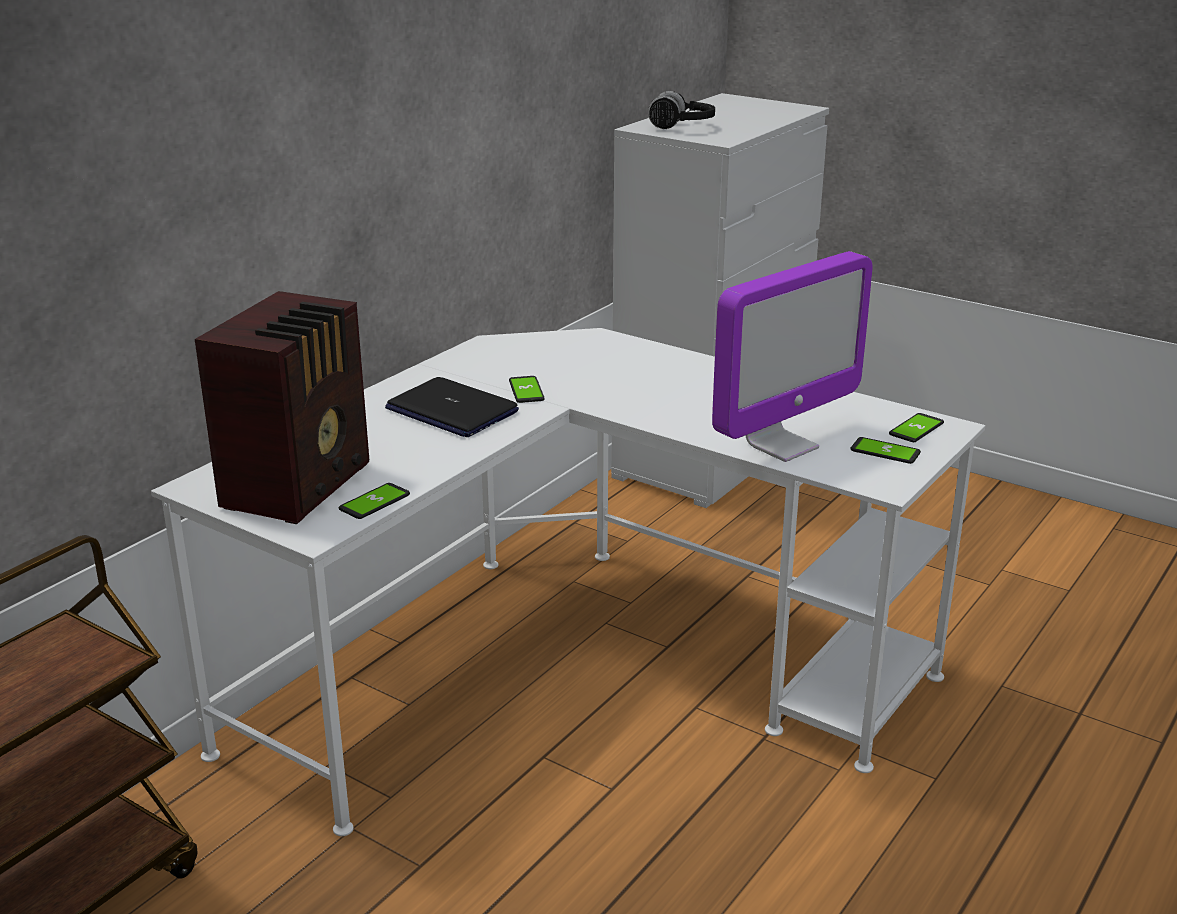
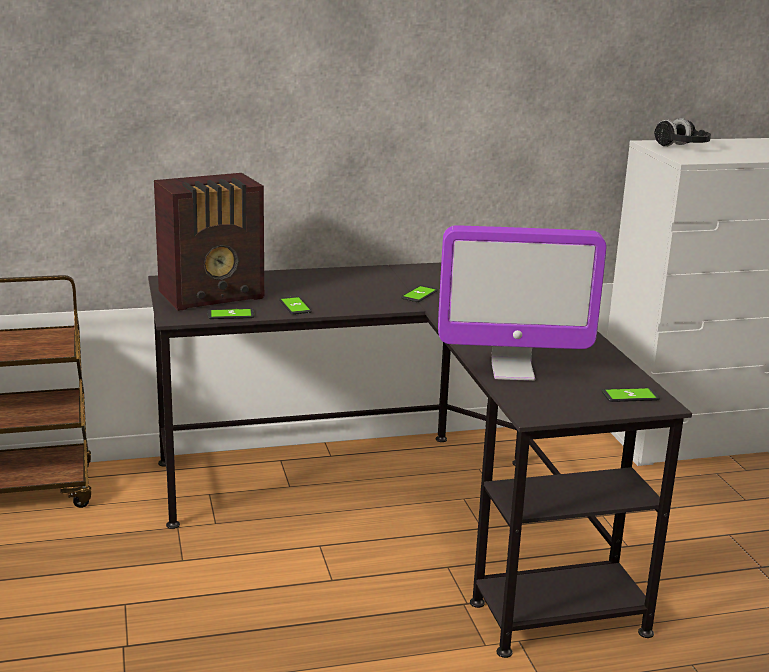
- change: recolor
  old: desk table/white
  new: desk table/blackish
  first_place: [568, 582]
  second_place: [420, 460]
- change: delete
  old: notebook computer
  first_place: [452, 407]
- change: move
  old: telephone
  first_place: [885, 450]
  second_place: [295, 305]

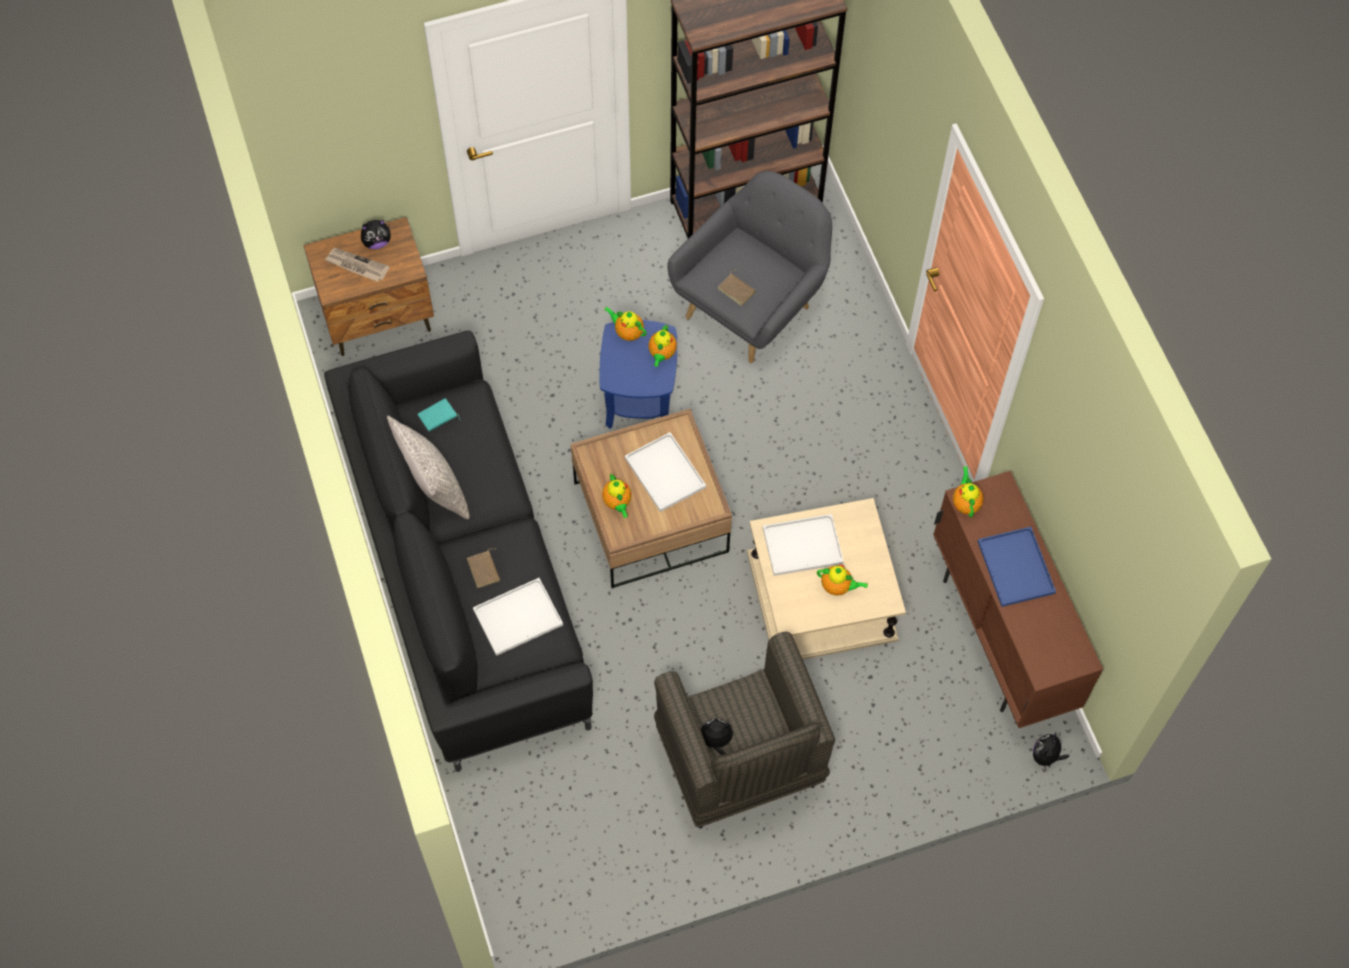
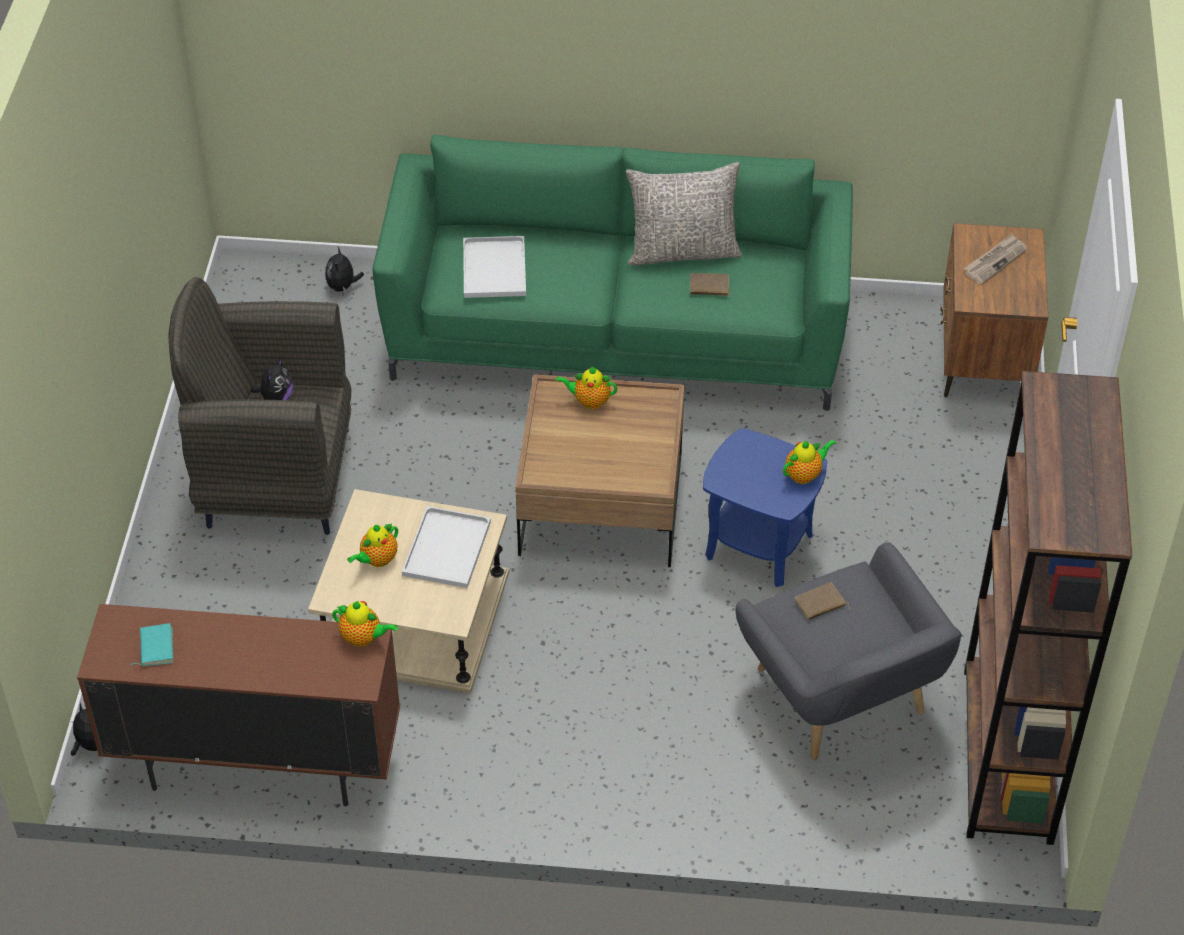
- change: move
  old: cuddly toy
  first_place: [376, 234]
  second_place: [344, 270]
- change: delete
  old: pot for tea
  first_place: [662, 346]
- change: recolor
  old: sofa/blackish
  new: sofa/green-coloured
  first_place: [458, 551]
  second_place: [612, 273]
- change: move
  old: book/blue-green
  first_place: [439, 415]
  second_place: [152, 644]
- change: delete
  old: tray/white
  first_place: [665, 472]
- change: delete
  old: tray/blue
  first_place: [1017, 567]
- change: move
  old: book/brown
  first_place: [483, 568]
  second_place: [710, 285]

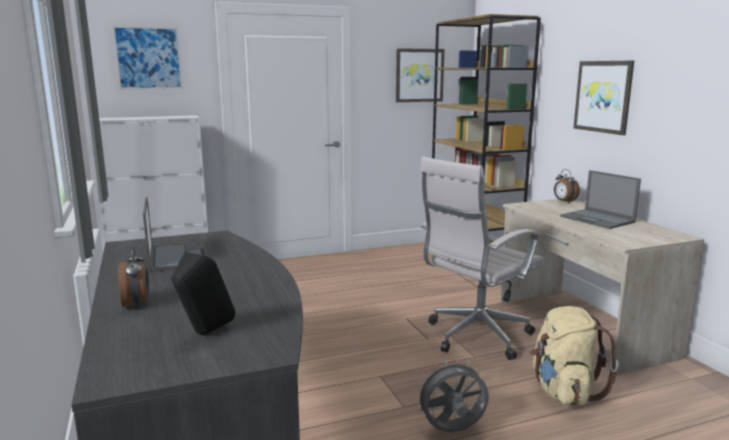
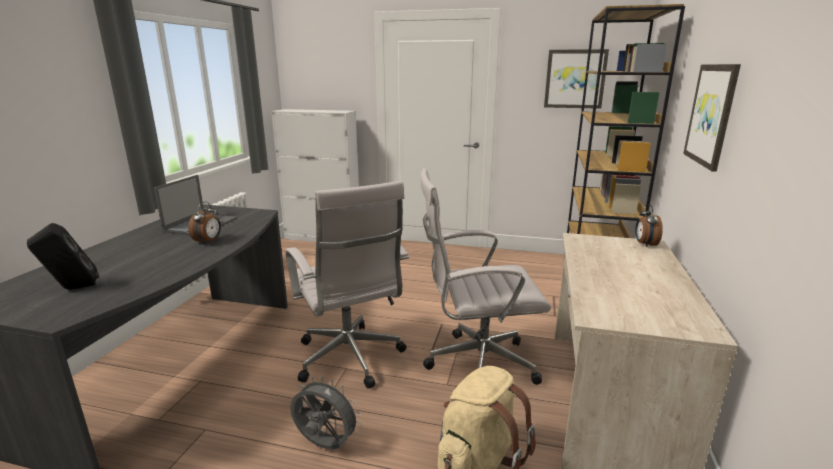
- change: delete
  old: wall picture
  first_place: [147, 57]
- change: delete
  old: notebook computer
  first_place: [600, 199]
- change: move
  old: alarm clock
  first_place: [133, 278]
  second_place: [204, 223]
- change: insert
  new: computer chair/white
  second_place: [347, 285]

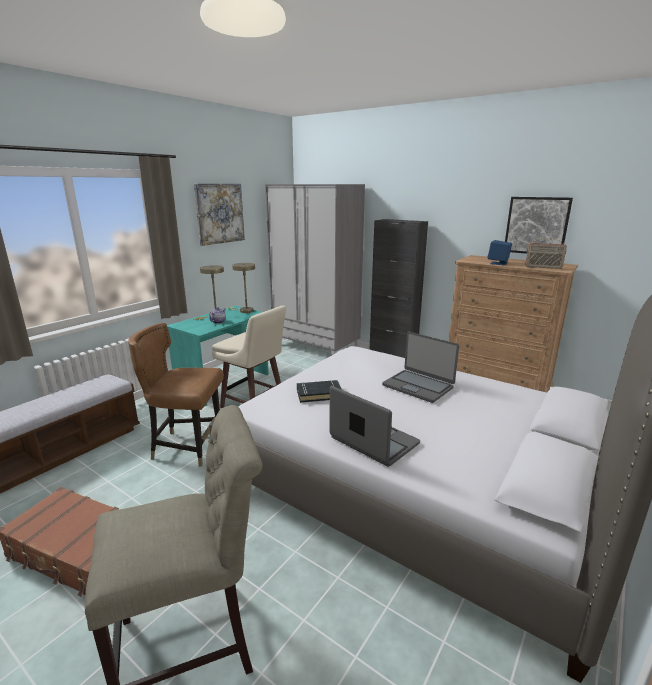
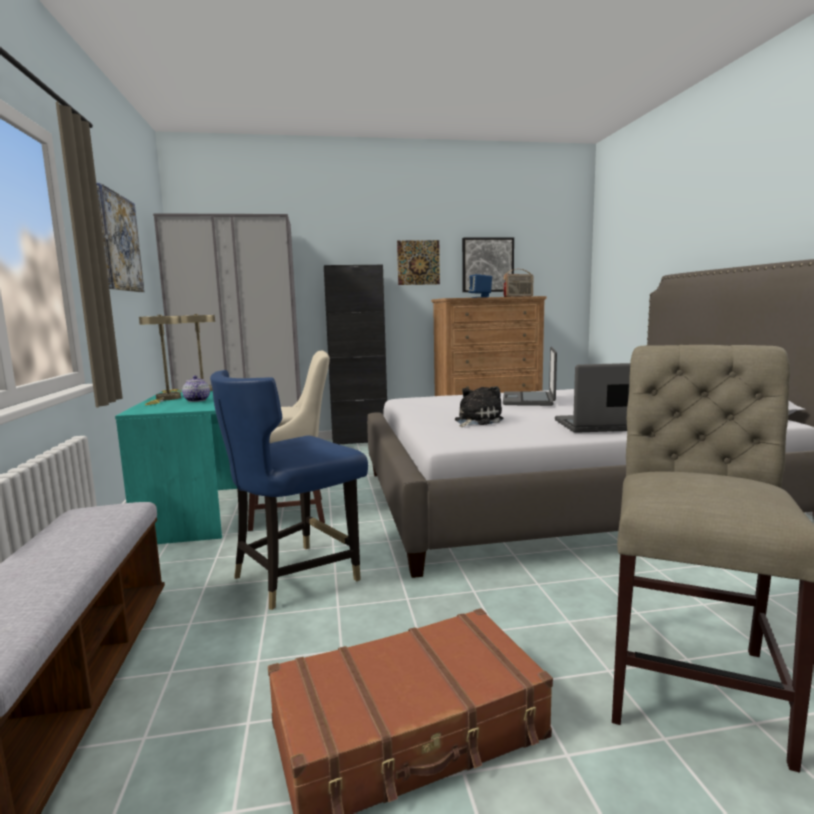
- change: recolor
  old: chair/brown
  new: chair/blue
  first_place: [176, 395]
  second_place: [289, 490]
- change: rotate
  old: notebook computer
  first_place: [420, 367]
  second_place: [530, 376]
  degrees: 105
- change: replace
  old: book/blackish
  new: cuddly toy
  first_place: [319, 391]
  second_place: [479, 406]
- change: insert
  new: wall picture
  second_place: [418, 262]

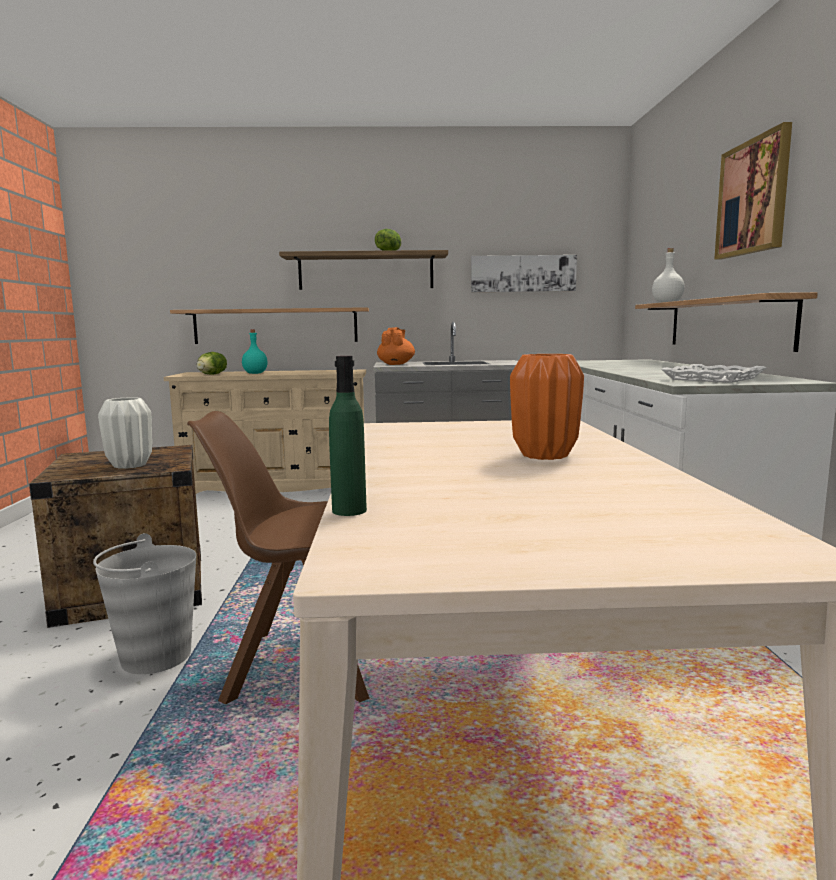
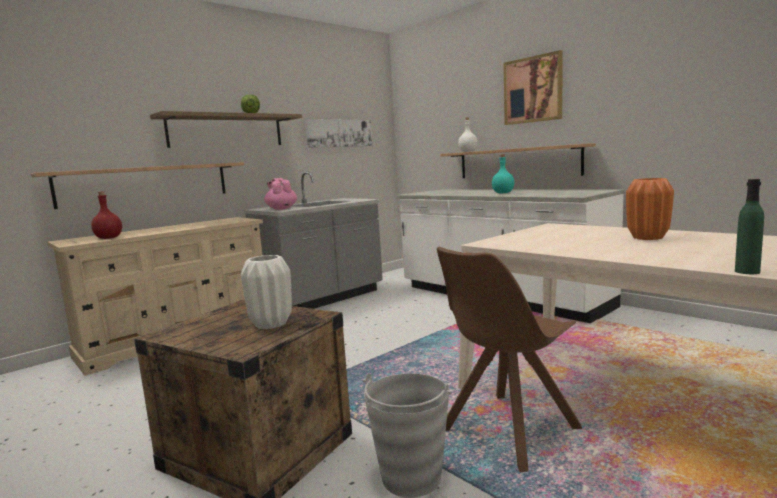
- change: recolor
  old: pot for tea/orange-coloured
  new: pot for tea/pink-coloured
  first_place: [396, 346]
  second_place: [280, 194]
- change: move
  old: drink bottle/blue-green
  first_place: [255, 351]
  second_place: [503, 173]
- change: replace
  old: lettuce head
  new: drink bottle/reddish
  first_place: [212, 363]
  second_place: [106, 215]
- change: delete
  old: tray/white
  first_place: [713, 373]

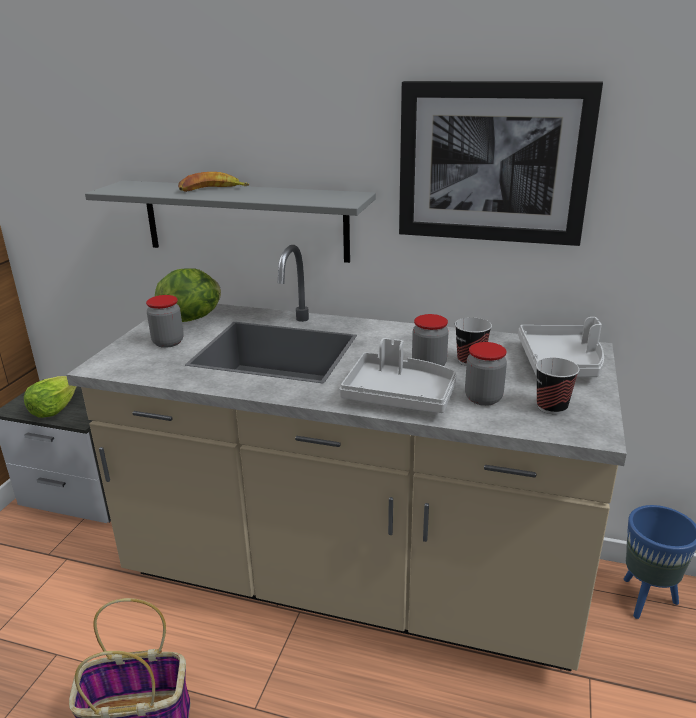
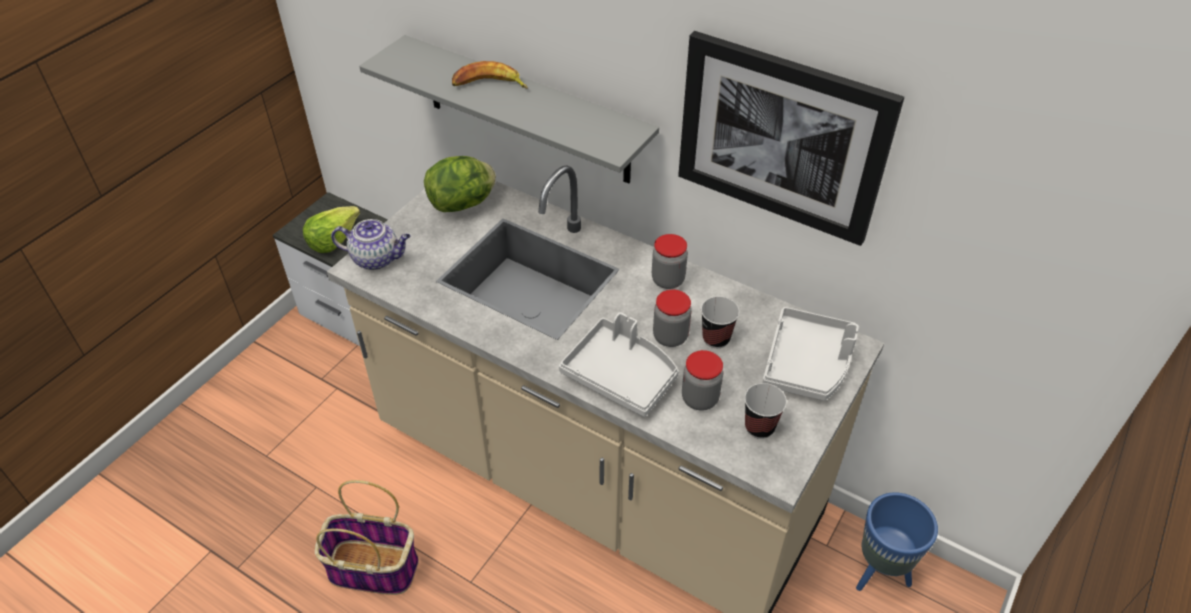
- change: move
  old: storage jar
  first_place: [165, 321]
  second_place: [670, 261]
- change: insert
  new: pot for tea
  second_place: [371, 244]

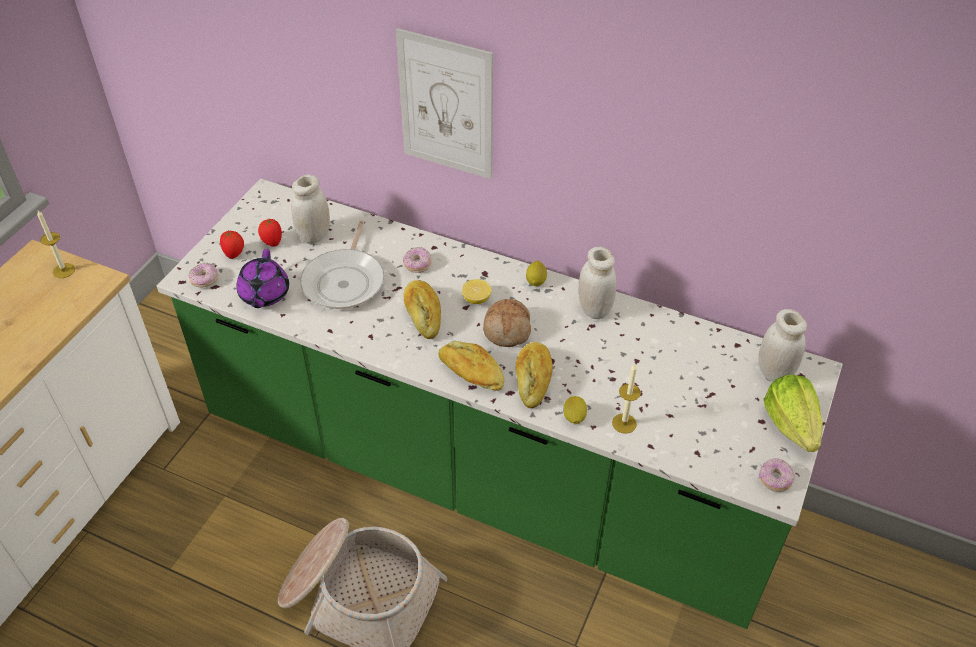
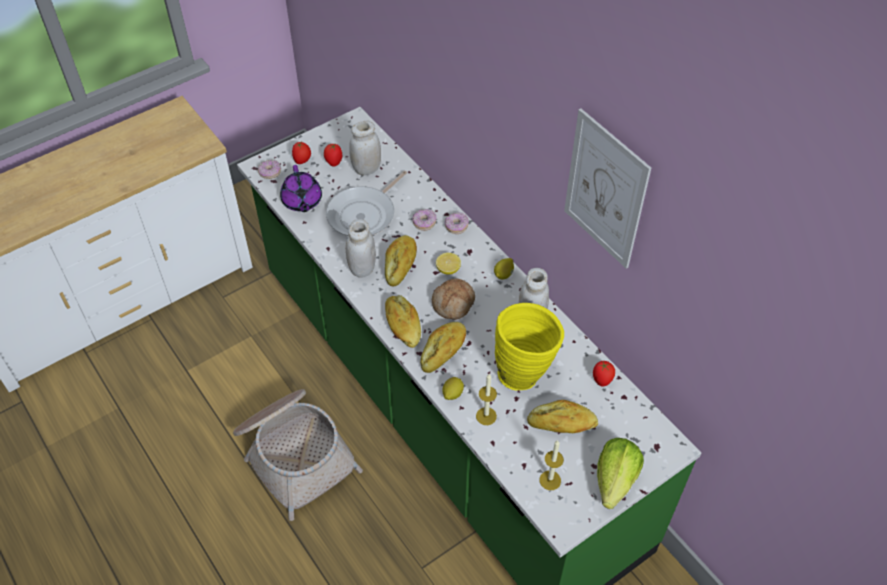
- change: move
  old: wall picture
  first_place: [444, 103]
  second_place: [607, 188]
- change: move
  old: wax light
  first_place: [56, 244]
  second_place: [551, 465]
- change: rotate
  old: pot for tea/purplish
  first_place: [262, 278]
  second_place: [301, 188]
  degrees: -45
- change: move
  old: storage jar/white
  first_place: [783, 345]
  second_place: [361, 248]
- change: move
  old: ring doughnut
  first_place: [776, 475]
  second_place: [457, 223]
- change: insert
  new: vase/yellowish
  second_place: [529, 346]
- change: insert
  new: tomato
  second_place: [604, 373]
- change: insert
  new: bread
  second_place: [562, 416]

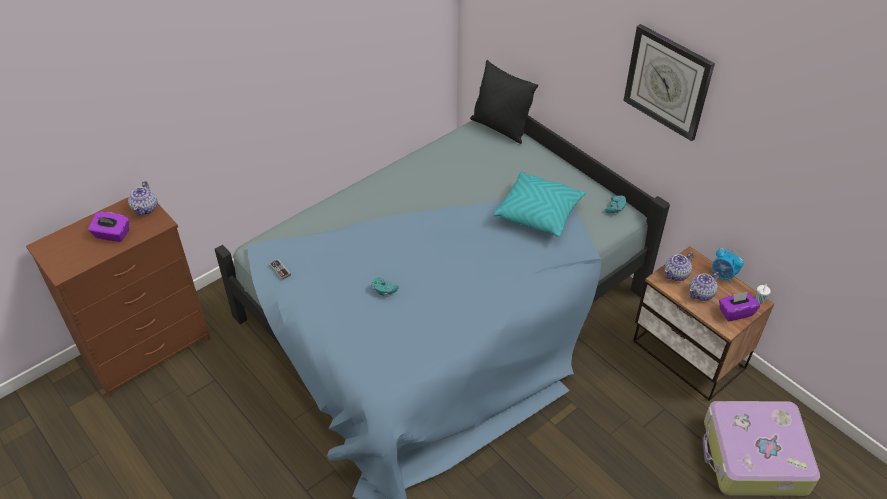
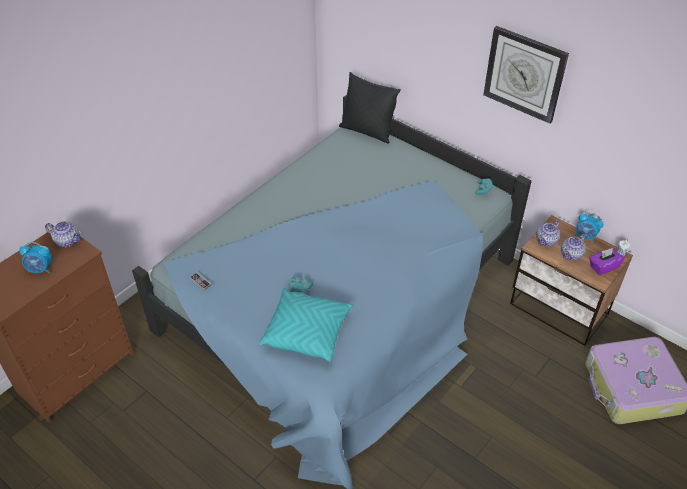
- change: move
  old: cushion/blue-green
  first_place: [540, 204]
  second_place: [306, 325]
- change: rotate
  old: pot for tea
  first_place: [143, 198]
  second_place: [63, 234]
  degrees: -60
- change: replace
  old: tissue holder/purplish
  new: alarm clock
  first_place: [108, 227]
  second_place: [35, 257]

